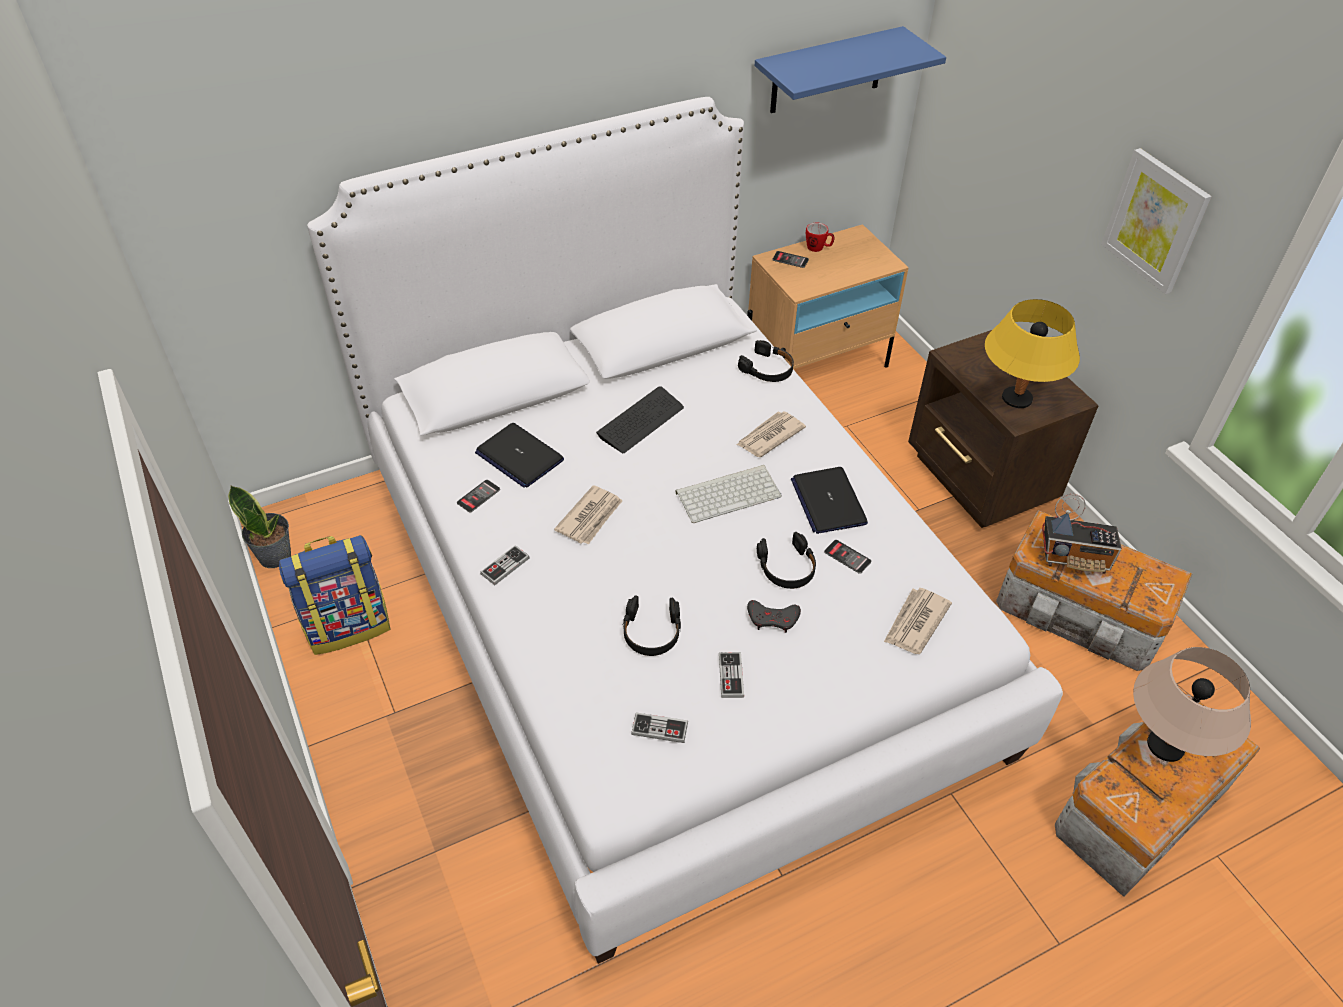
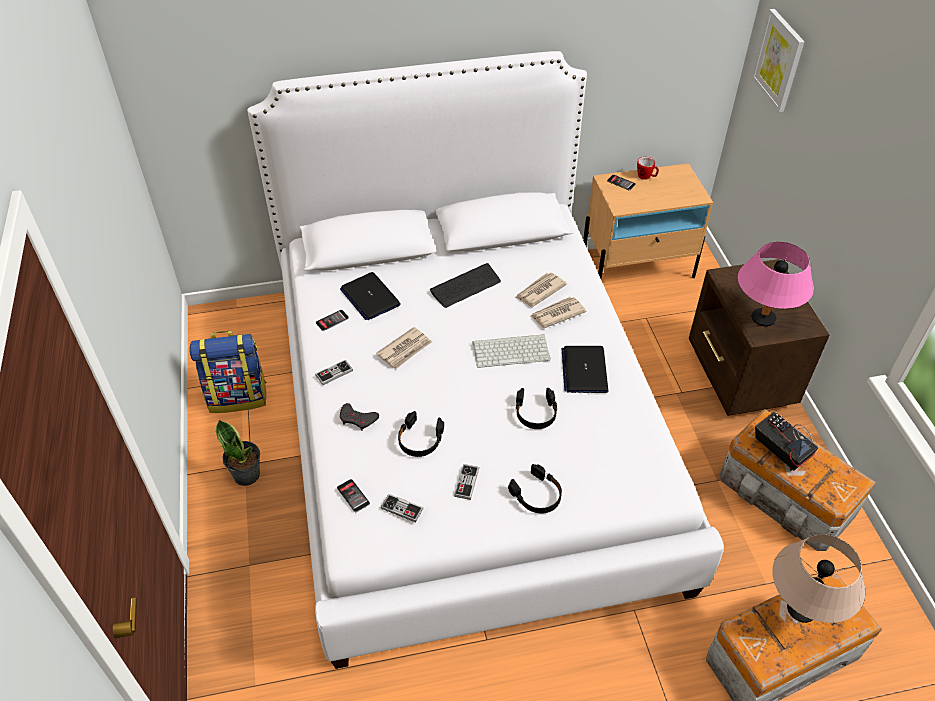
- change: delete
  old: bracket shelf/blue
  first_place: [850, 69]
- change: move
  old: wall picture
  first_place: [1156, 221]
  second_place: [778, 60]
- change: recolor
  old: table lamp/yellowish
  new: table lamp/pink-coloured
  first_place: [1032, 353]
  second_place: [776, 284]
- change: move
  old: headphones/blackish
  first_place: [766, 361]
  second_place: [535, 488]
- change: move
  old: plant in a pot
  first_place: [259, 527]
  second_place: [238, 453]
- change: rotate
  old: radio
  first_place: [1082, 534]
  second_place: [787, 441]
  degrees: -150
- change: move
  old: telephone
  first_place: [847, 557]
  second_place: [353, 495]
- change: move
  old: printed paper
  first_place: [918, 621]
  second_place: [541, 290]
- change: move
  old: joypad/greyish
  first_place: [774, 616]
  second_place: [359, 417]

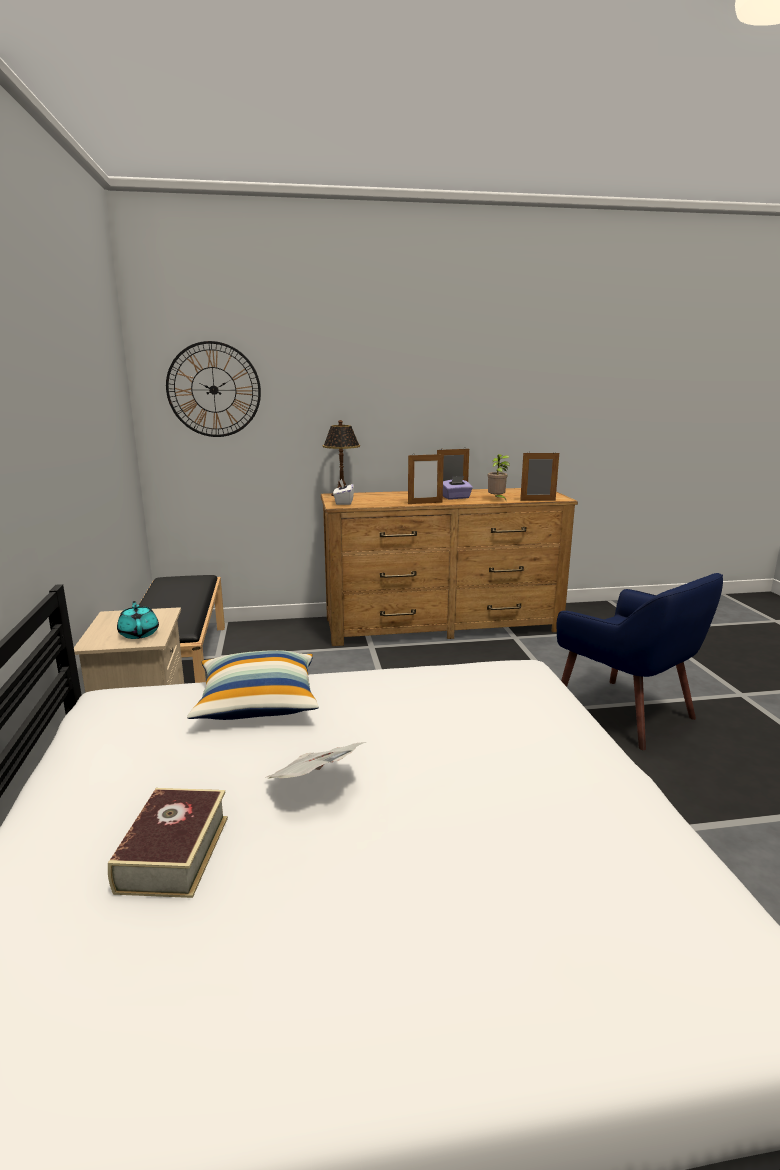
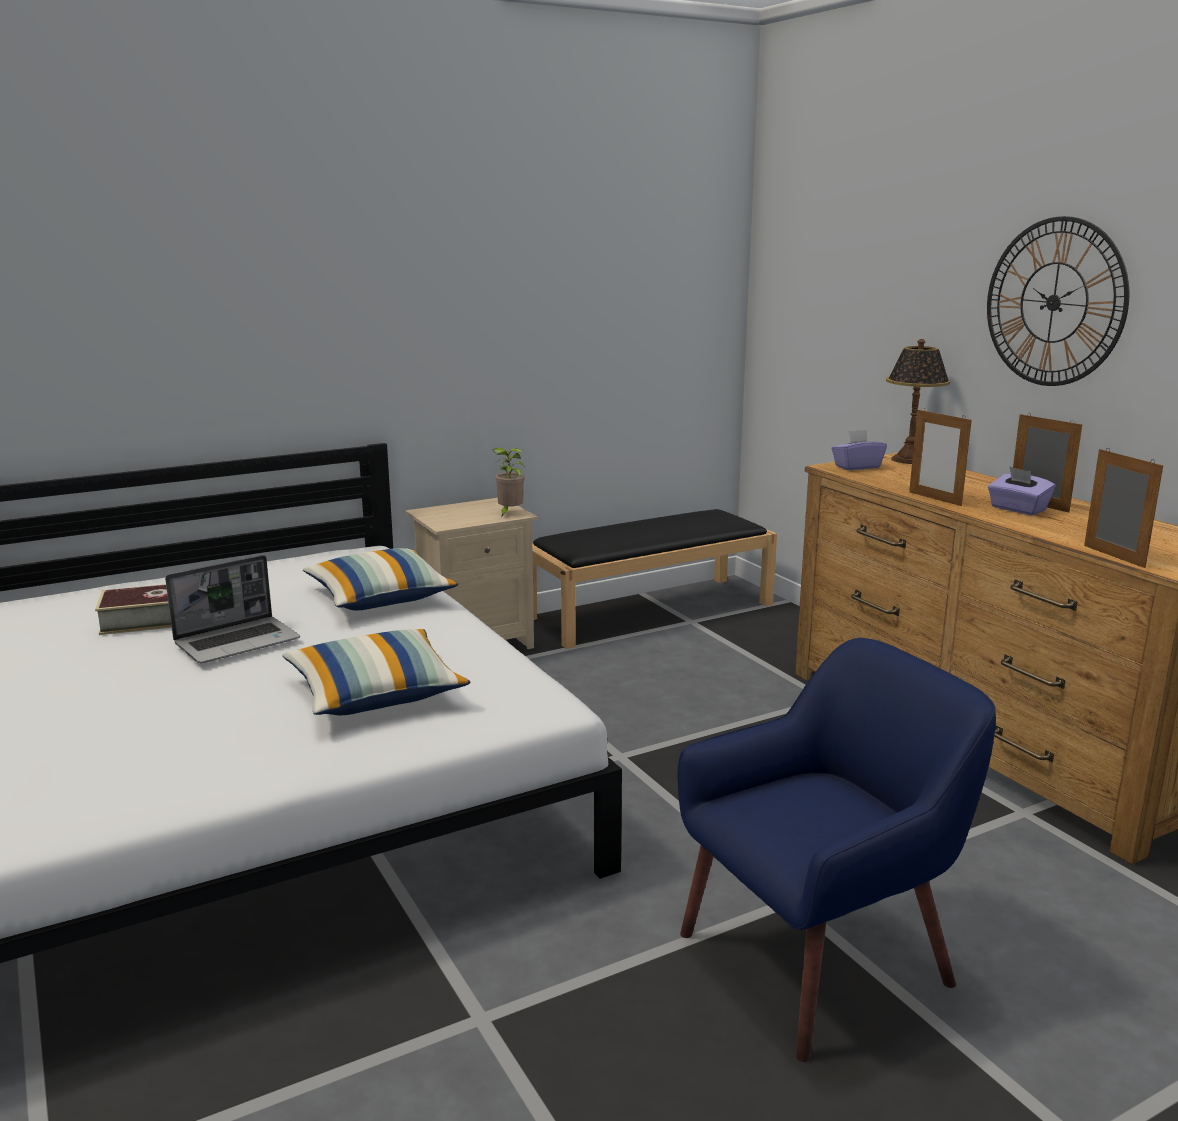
- change: move
  old: hanging clock
  first_place: [213, 389]
  second_place: [1058, 301]
- change: move
  old: plant in a pot
  first_place: [499, 477]
  second_place: [509, 482]
- change: recolor
  old: tissue holder/white
  new: tissue holder/purplish
  first_place: [343, 492]
  second_place: [859, 449]
- change: rotate
  old: armchair/blue
  first_place: [640, 661]
  second_place: [836, 850]
  degrees: -150
- change: delete
  old: pot for tea/blue-green
  first_place: [138, 620]
- change: replace
  old: printed paper
  new: notebook computer
  first_place: [315, 760]
  second_place: [232, 609]
- change: insert
  new: cushion
  second_place: [376, 672]

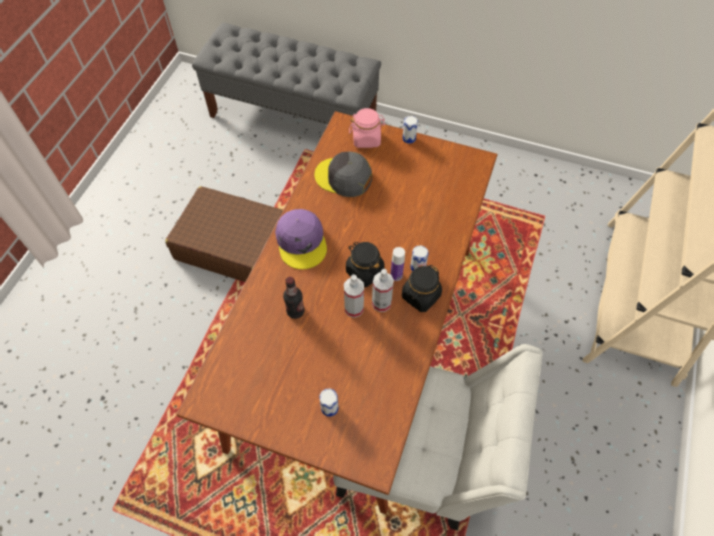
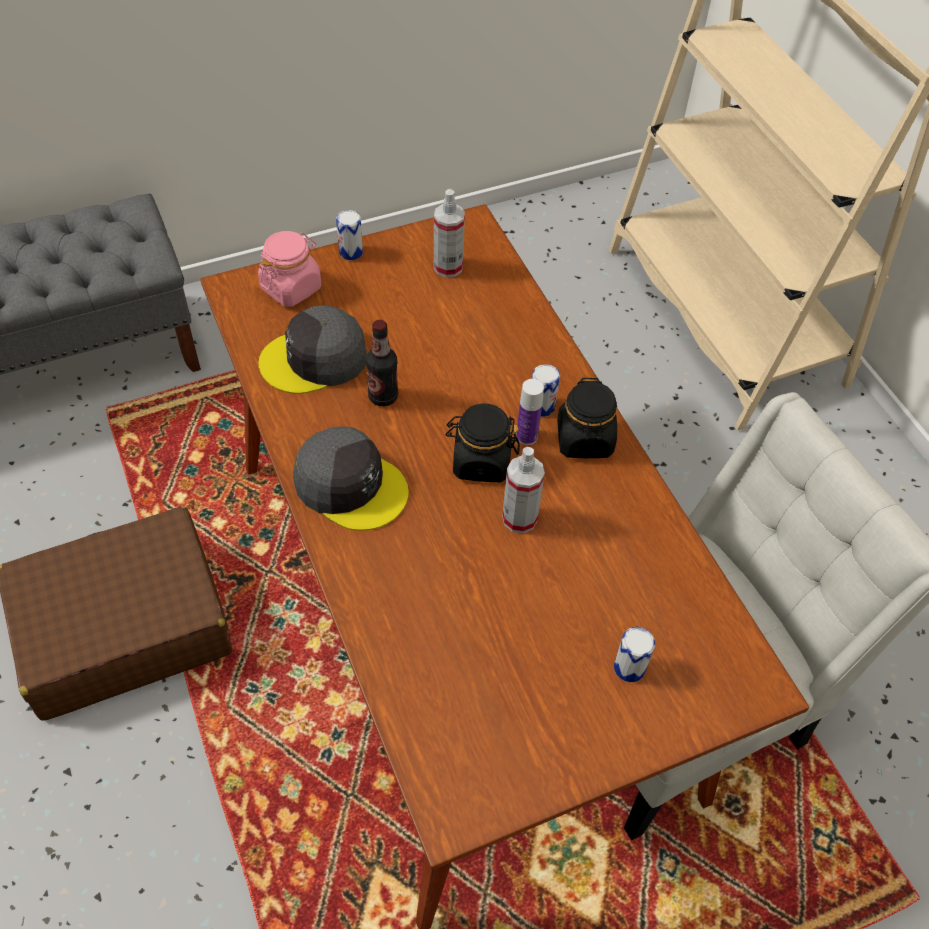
- change: recolor
  old: baseball cap/purplish
  new: baseball cap/greyish
  first_place: [301, 239]
  second_place: [351, 478]
- change: move
  old: hand sprayer
  first_place: [383, 290]
  second_place: [449, 233]
- change: move
  old: drink bottle
  first_place: [294, 298]
  second_place: [382, 363]

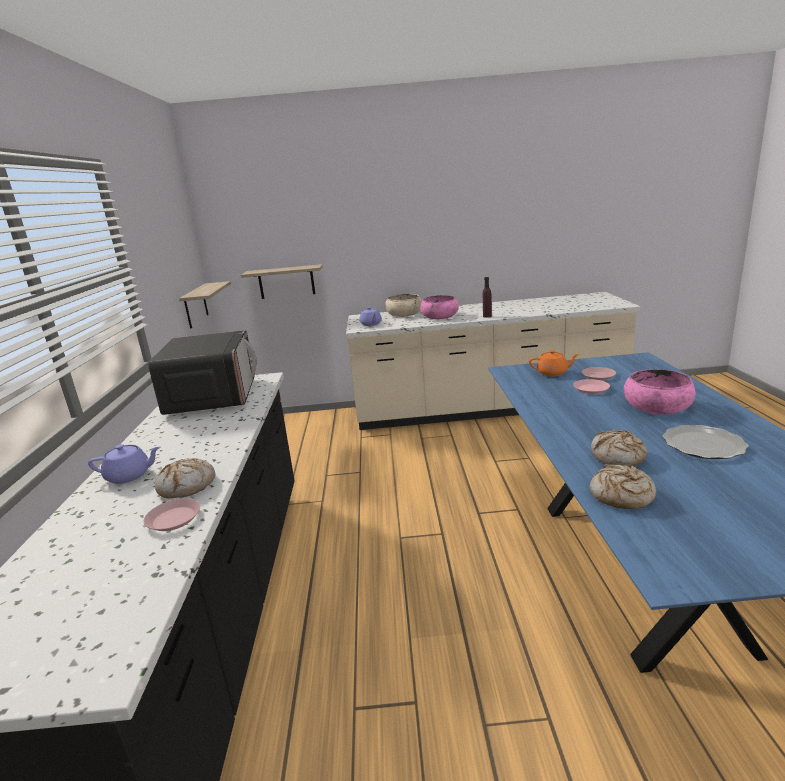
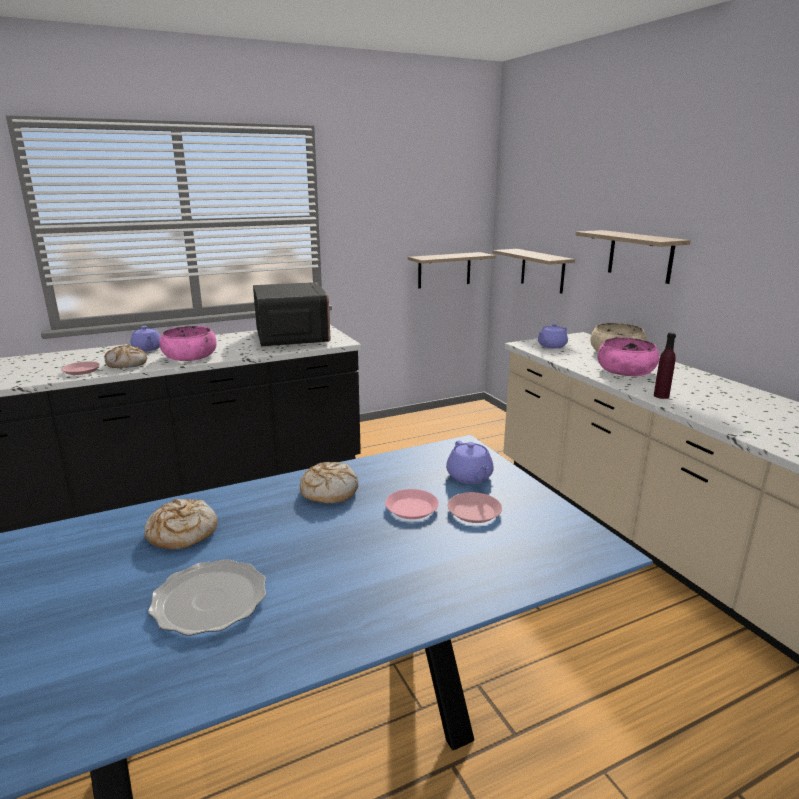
- change: rotate
  old: microwave
  first_place: [202, 372]
  second_place: [291, 314]
  degrees: -75
- change: recolor
  old: pot for tea/orange-coloured
  new: pot for tea/purplish
  first_place: [554, 363]
  second_place: [470, 462]
- change: move
  old: serving bowl/pink-coloured
  first_place: [660, 391]
  second_place: [188, 343]
- change: move
  old: bread
  first_place: [623, 486]
  second_place: [329, 483]
- change: insert
  new: bracket shelf
  second_place: [633, 257]

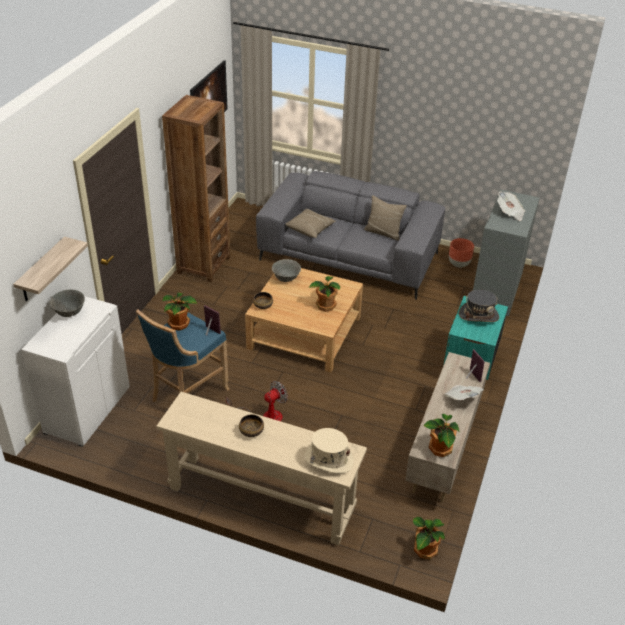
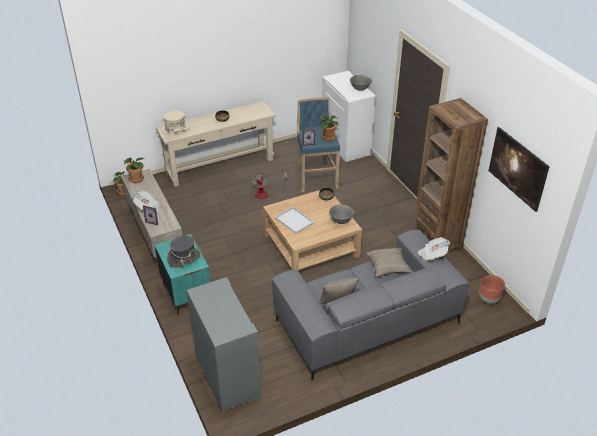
- change: move
  old: printed paper
  first_place: [511, 206]
  second_place: [434, 249]
- change: delete
  old: bracket shelf
  first_place: [50, 269]
- change: move
  old: plant pot/brown
  first_place: [461, 253]
  second_place: [492, 289]
- change: replace
  old: plant in a pot
  new: tray/white
  first_place: [324, 294]
  second_place: [294, 220]

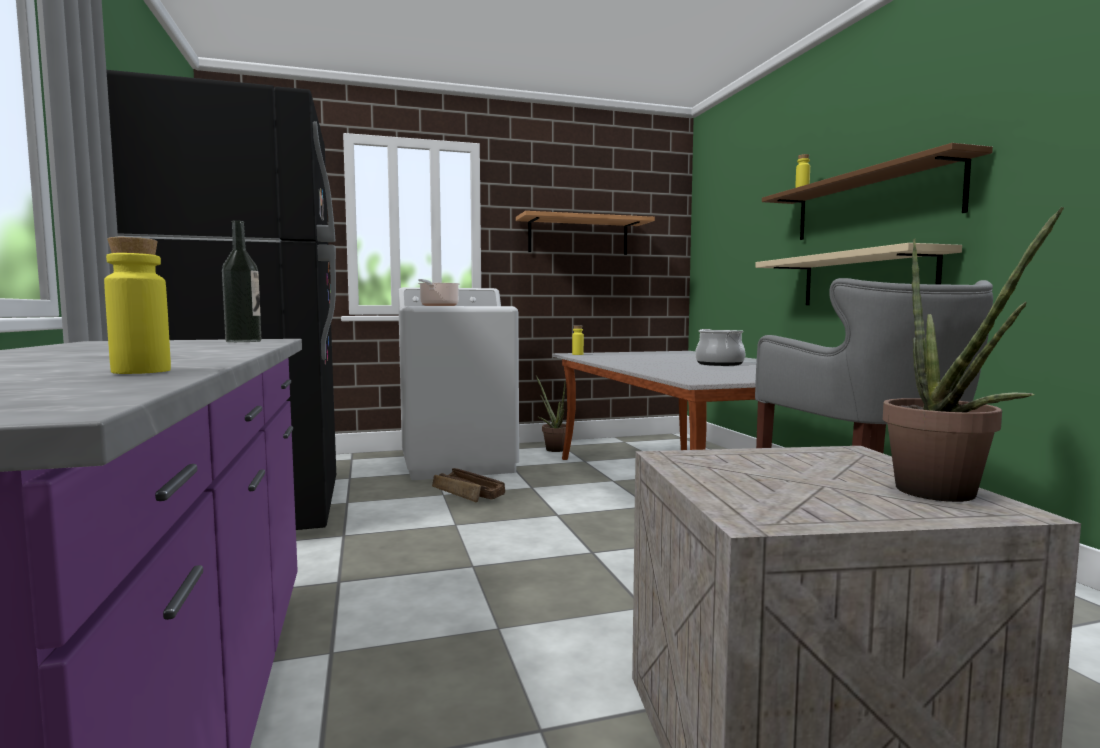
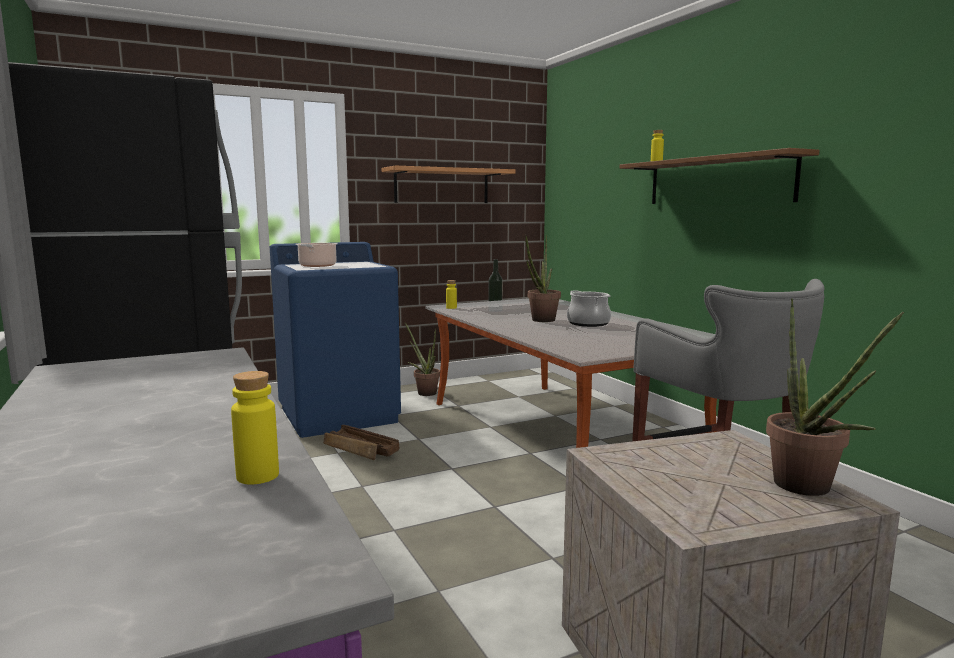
- change: move
  old: drink bottle
  first_place: [241, 281]
  second_place: [495, 285]
- change: delete
  old: bracket shelf/beige-coloured
  first_place: [858, 274]
- change: recolor
  old: laundry appliance/white
  new: laundry appliance/blue
  first_place: [458, 383]
  second_place: [335, 340]
- change: insert
  new: plant in a pot
  second_place: [543, 278]

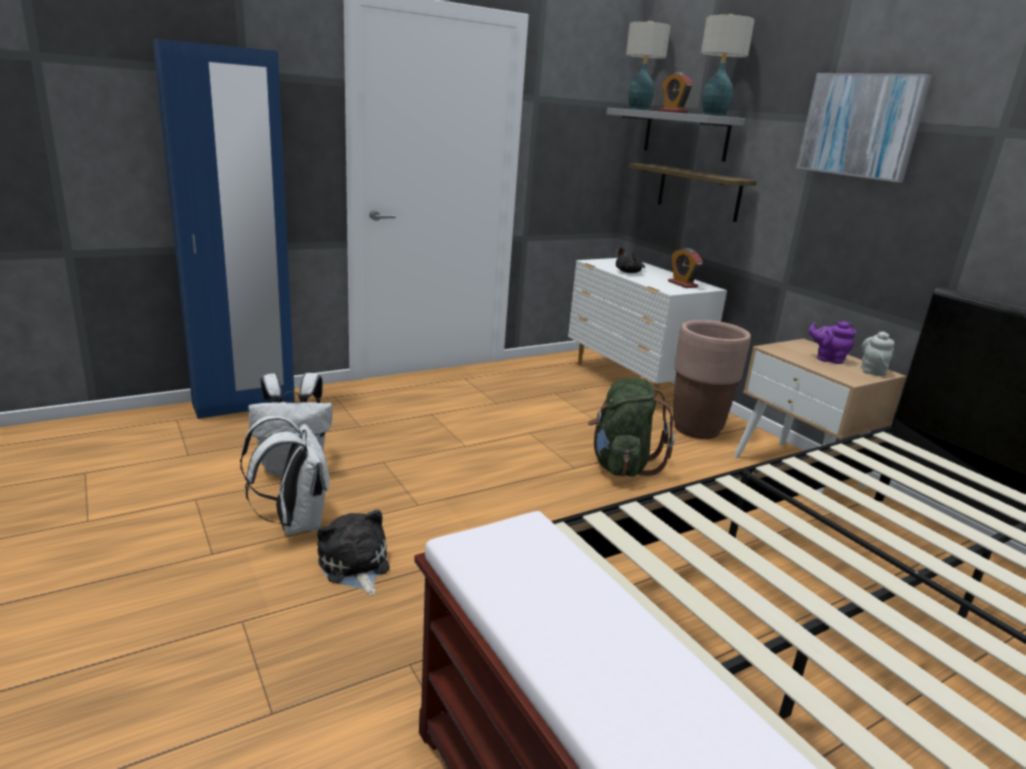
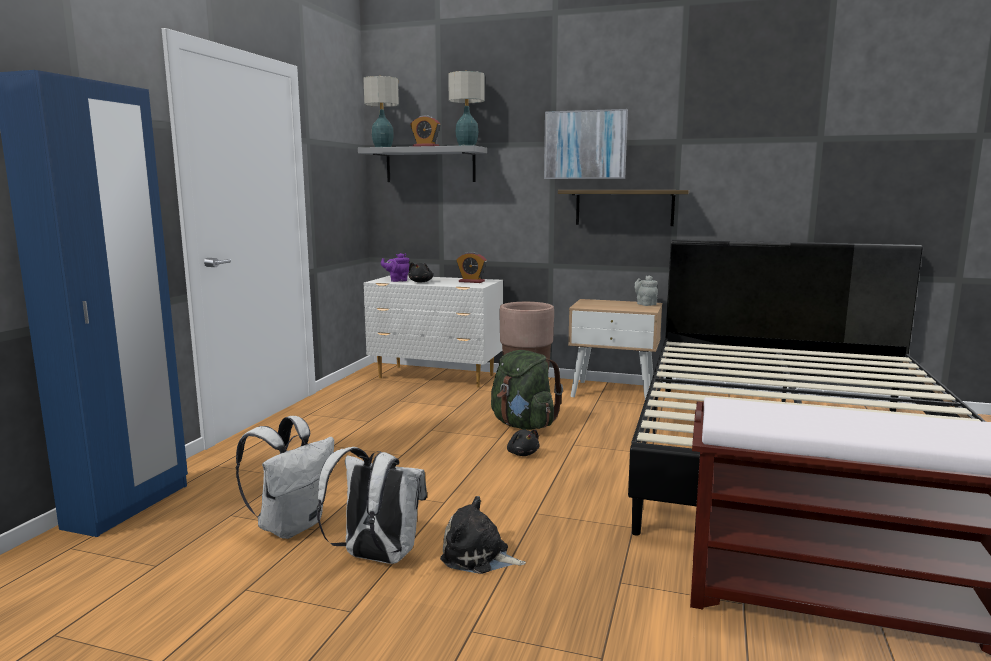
- change: move
  old: bracket shelf
  first_place: [693, 192]
  second_place: [624, 208]
- change: move
  old: pot for tea/purplish
  first_place: [832, 342]
  second_place: [395, 267]
- change: insert
  new: cuddly toy/blackish
  second_place: [523, 442]

